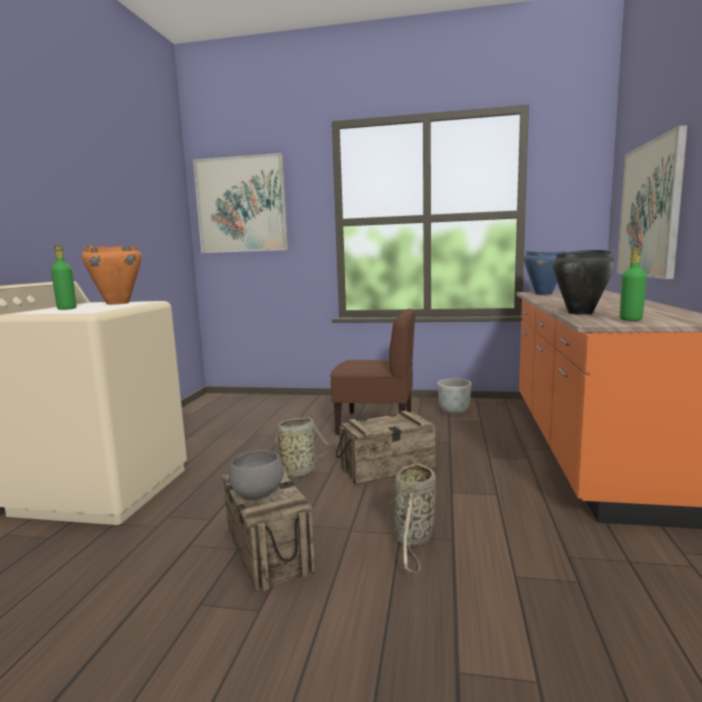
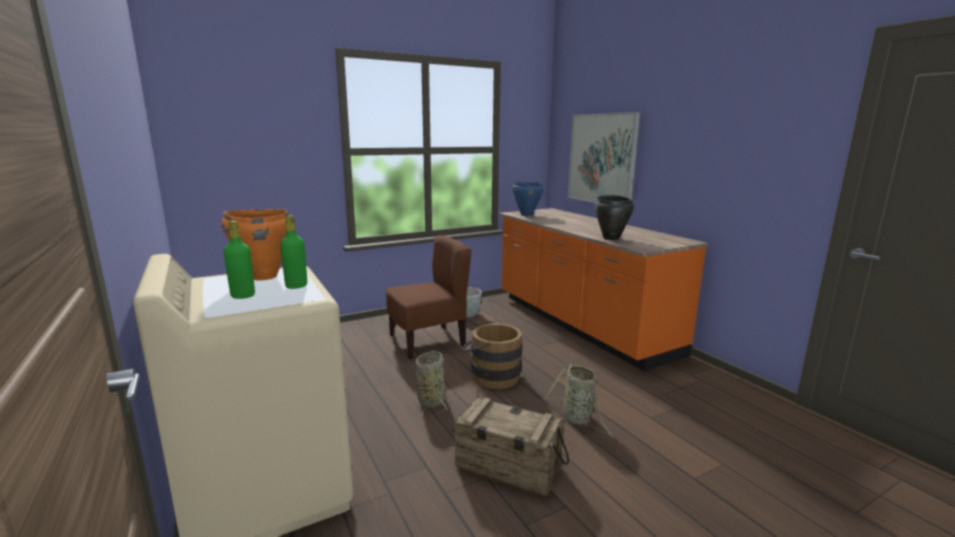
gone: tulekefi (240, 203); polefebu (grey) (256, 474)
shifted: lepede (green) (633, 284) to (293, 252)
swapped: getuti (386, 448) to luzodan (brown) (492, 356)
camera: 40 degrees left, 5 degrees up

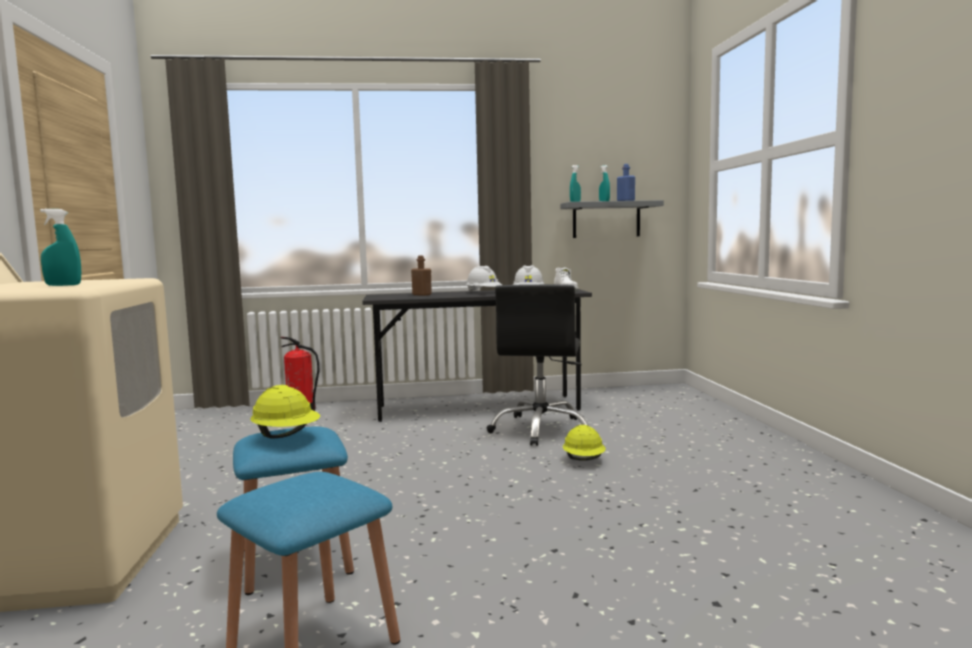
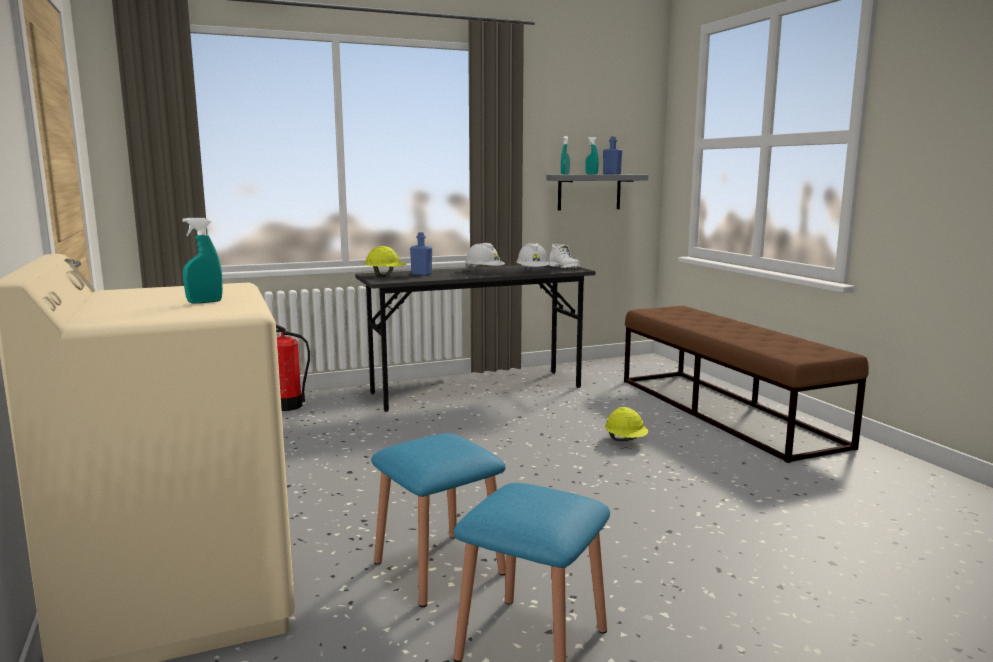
gone: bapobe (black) (537, 365)
new: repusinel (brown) (746, 384)
shifted: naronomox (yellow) (285, 411) to (385, 261)
repainted: lepede (brown) (421, 275) to lepede (blue) (421, 254)
camera: 15 degrees left, 5 degrees up

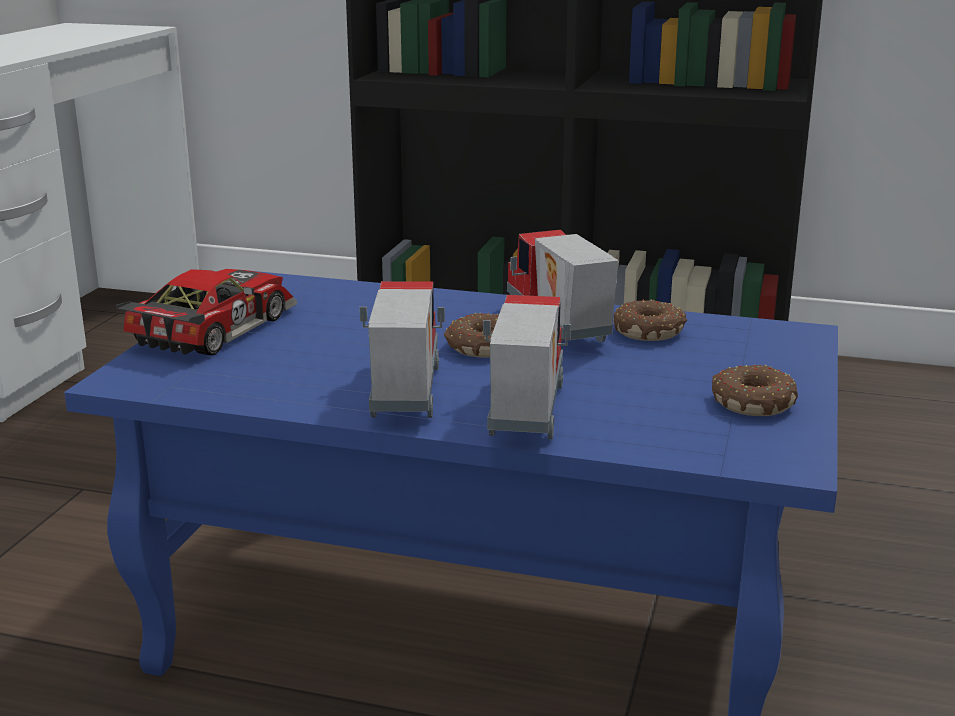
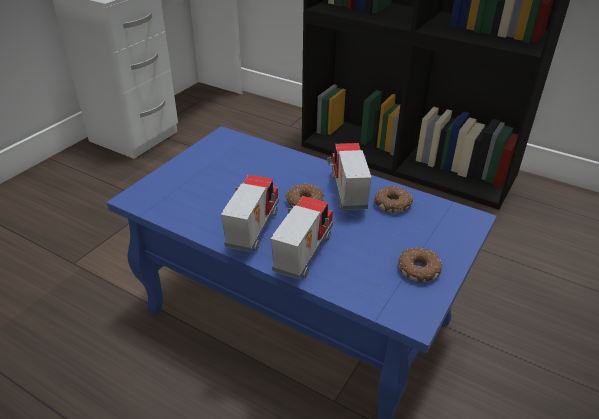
gone: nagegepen (206, 312)
camera: 15 degrees right, 15 degrees up

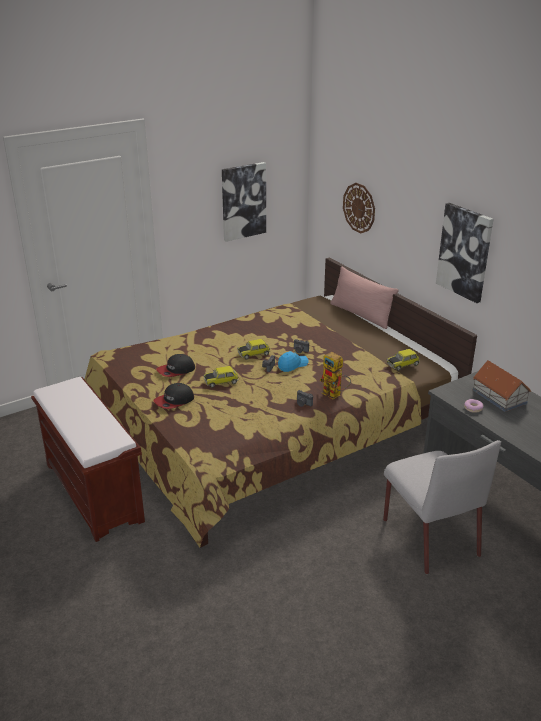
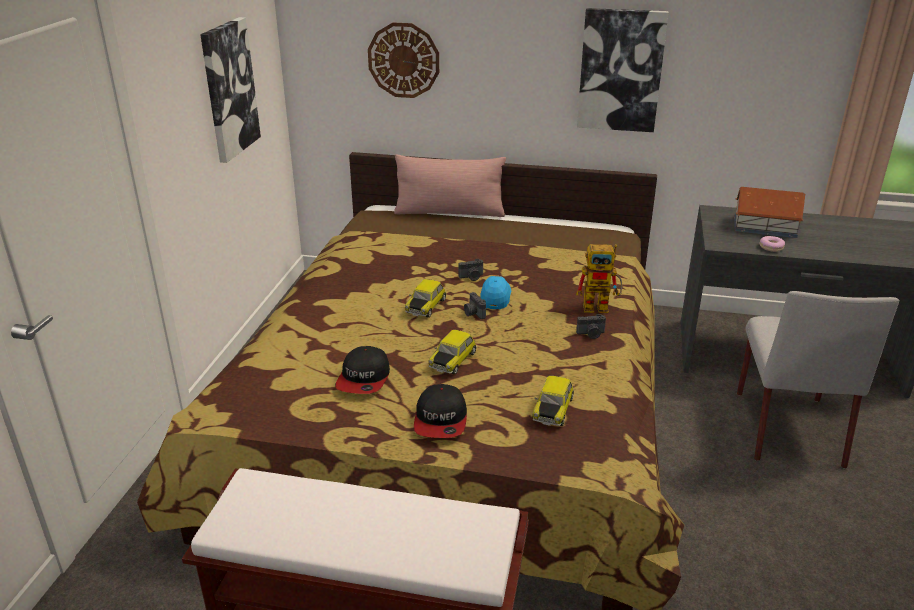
shifted: nagegepen (403, 360) to (553, 401)
rotated: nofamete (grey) (442, 507) = (818, 380) 75 degrees clockwise
camera: 45 degrees left, 0 degrees up

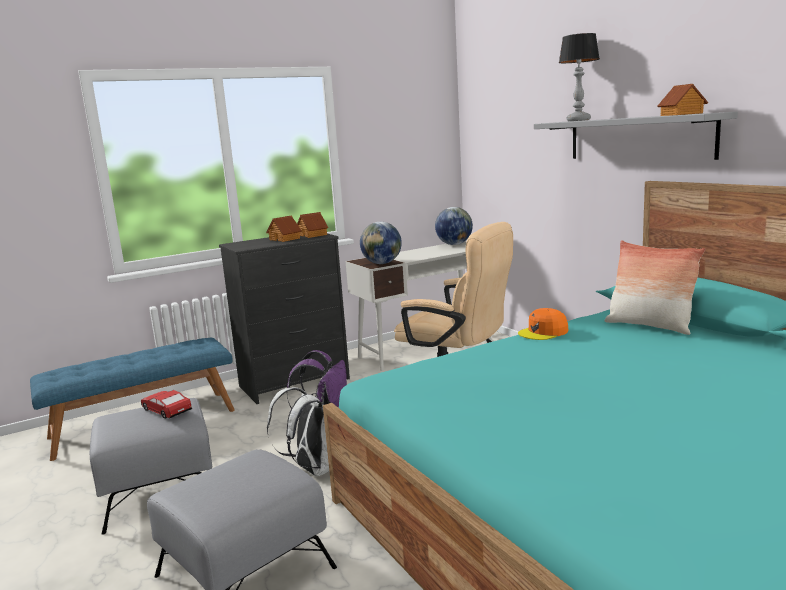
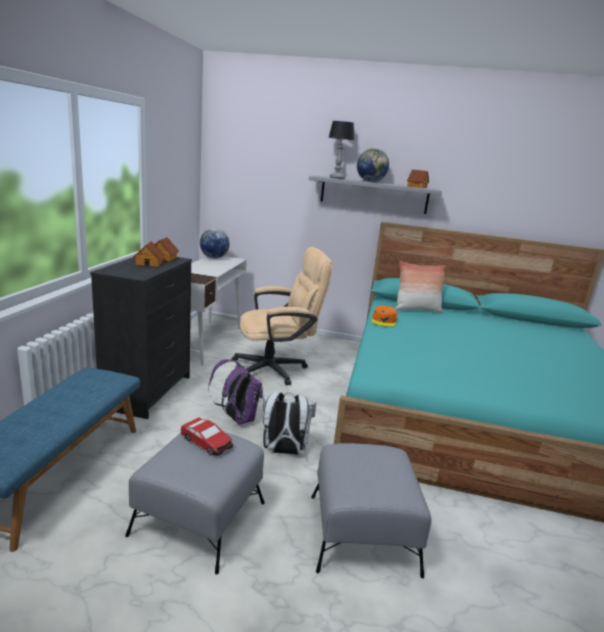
shifted: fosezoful (381, 243) to (373, 165)
rotated: nagegepen (166, 404) = (207, 436) 135 degrees counterclockwise
camera: 50 degrees left, 5 degrees up

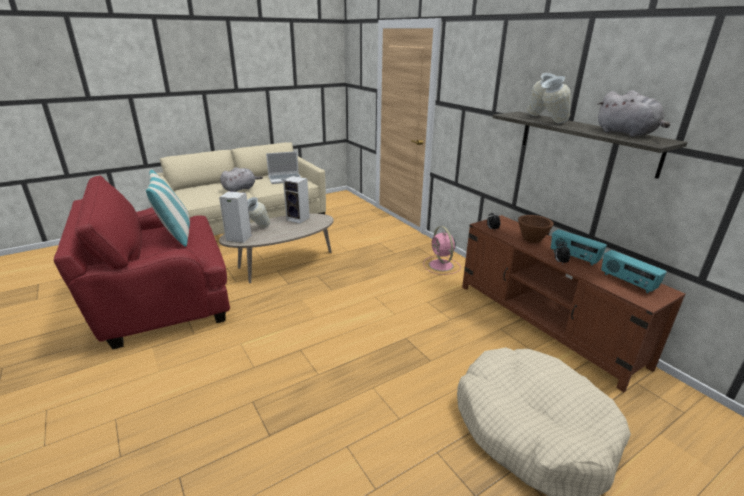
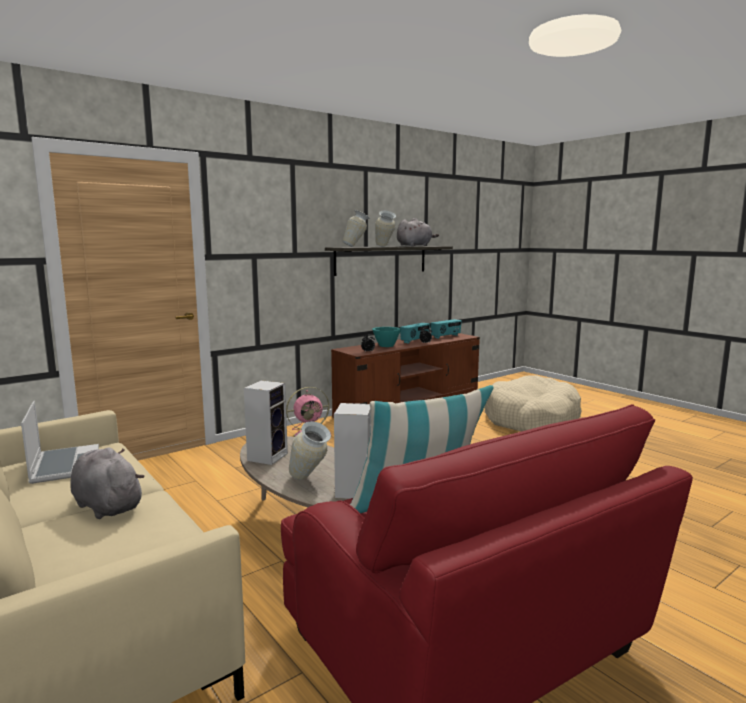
repainted: polefebu (brown) (536, 229) to polefebu (turquoise) (386, 337)
camera: 95 degrees left, 15 degrees down

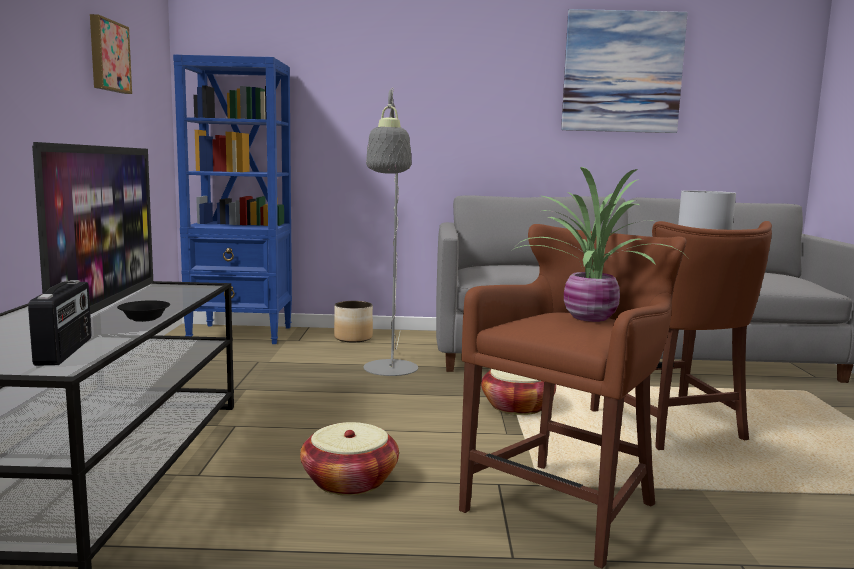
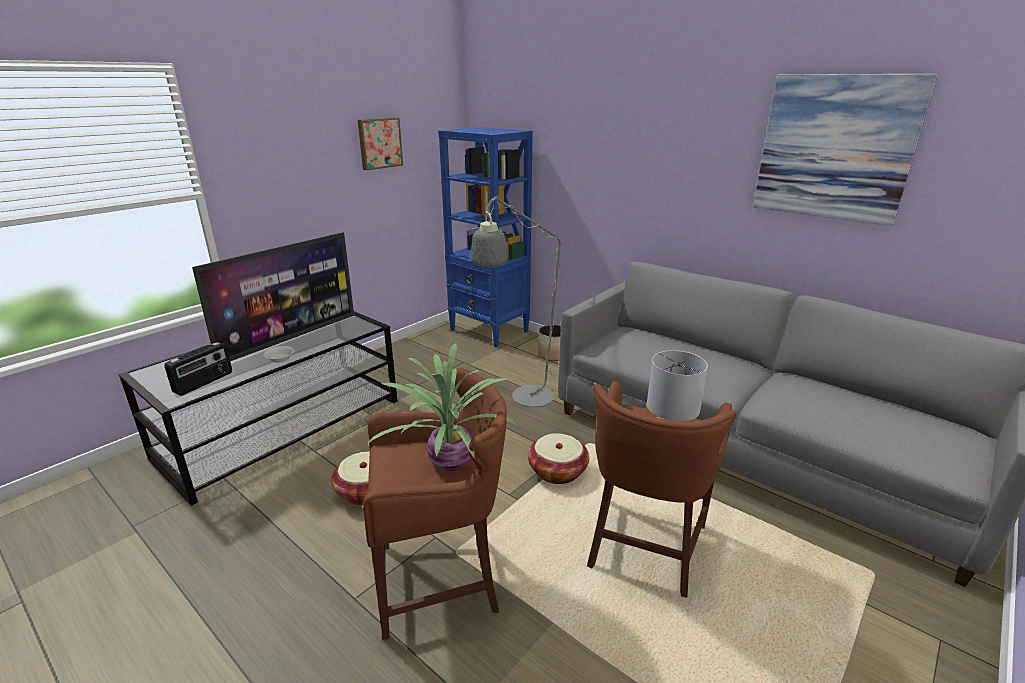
repainted: polefebu (black) (143, 311) to polefebu (white) (279, 354)
camera: 40 degrees right, 15 degrees up

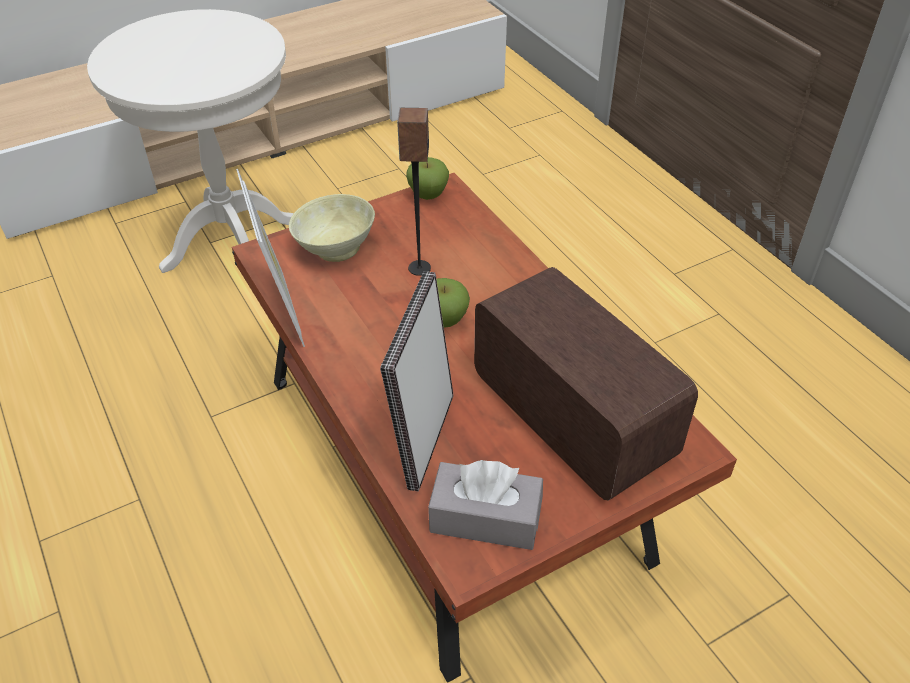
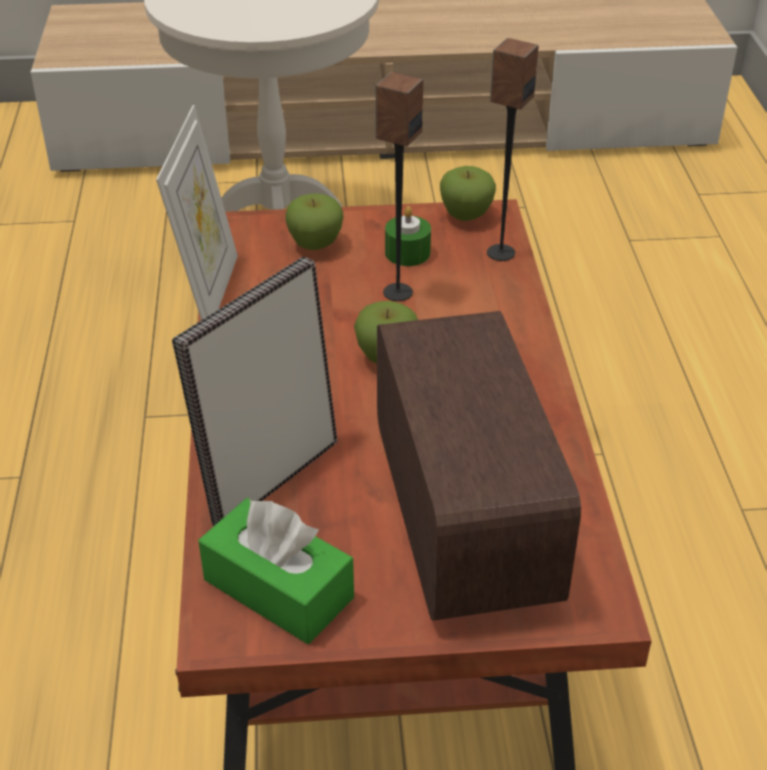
new: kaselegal (513, 149); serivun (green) (408, 236)
swapped: polefebu (beige) (332, 228) to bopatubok (314, 221)
repainted: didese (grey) (485, 505) to didese (green) (276, 571)
camera: 25 degrees right, 5 degrees down

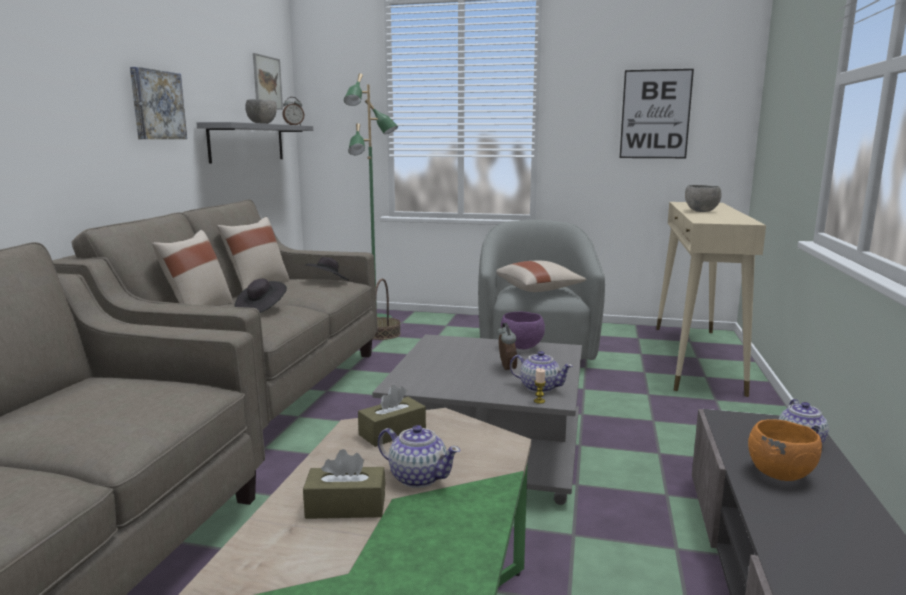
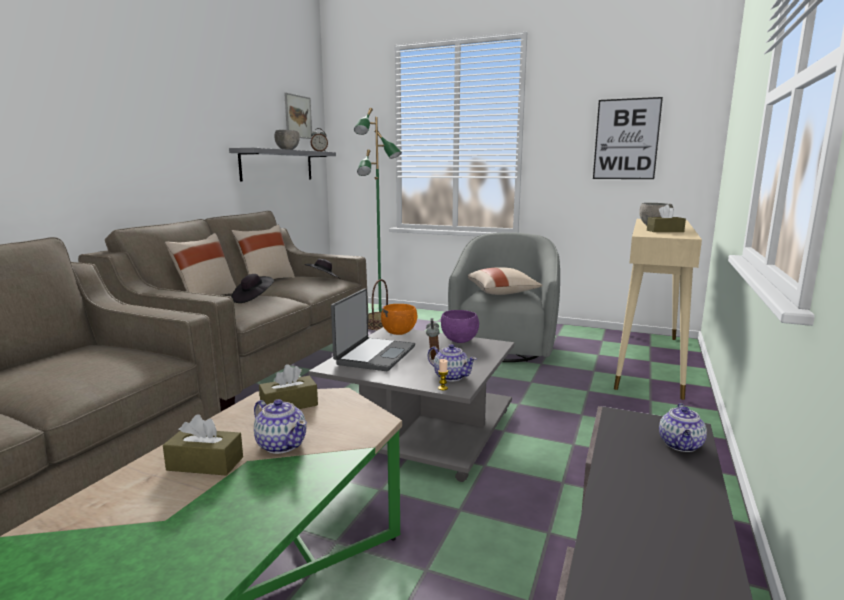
gone: tulekefi (158, 103)
new: didese (brown) (666, 218); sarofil (373, 329)
shifted: polefebu (orange) (785, 450) to (399, 319)
camera: 10 degrees right, 0 degrees up

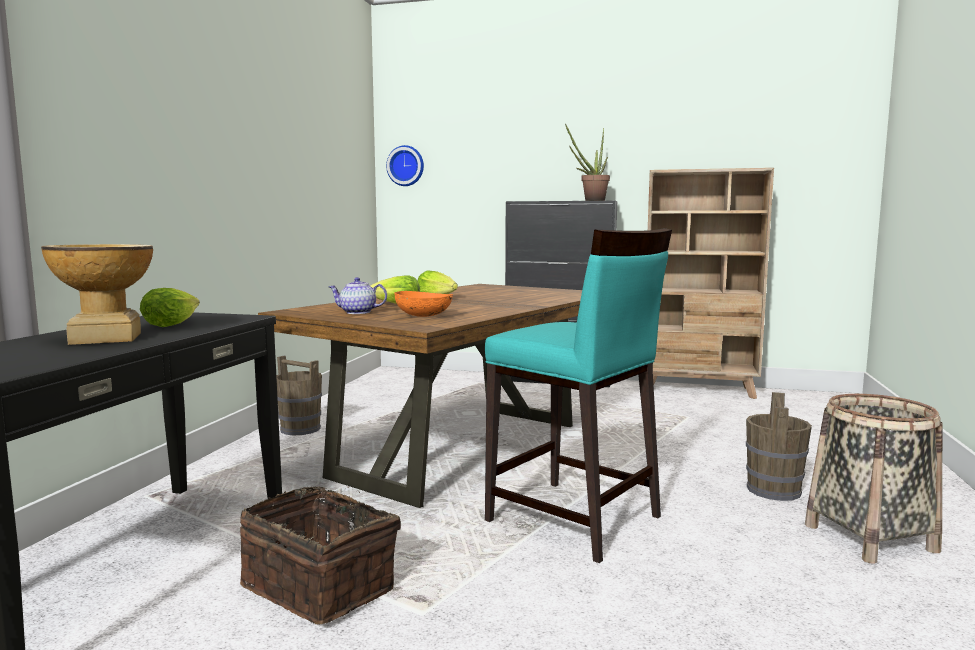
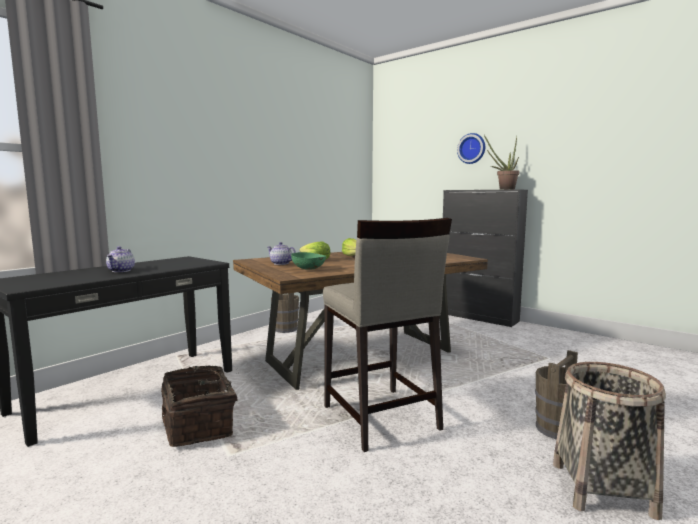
gone: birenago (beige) (711, 283); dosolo (170, 307)
shifted: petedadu (405, 165) to (471, 148)
swapped: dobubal (97, 294) to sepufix (120, 259)
repainted: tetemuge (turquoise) (578, 395) to tetemuge (beige) (387, 335); polefebu (orange) (424, 304) to polefebu (green) (308, 261)
camera: 25 degrees right, 0 degrees up

